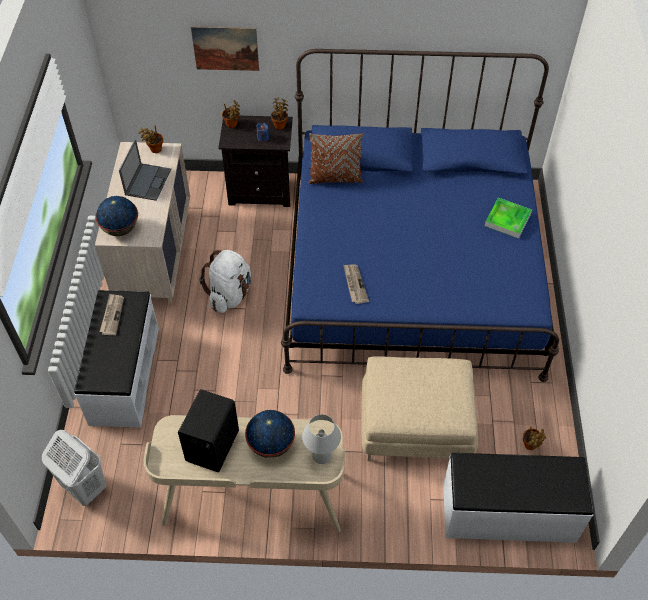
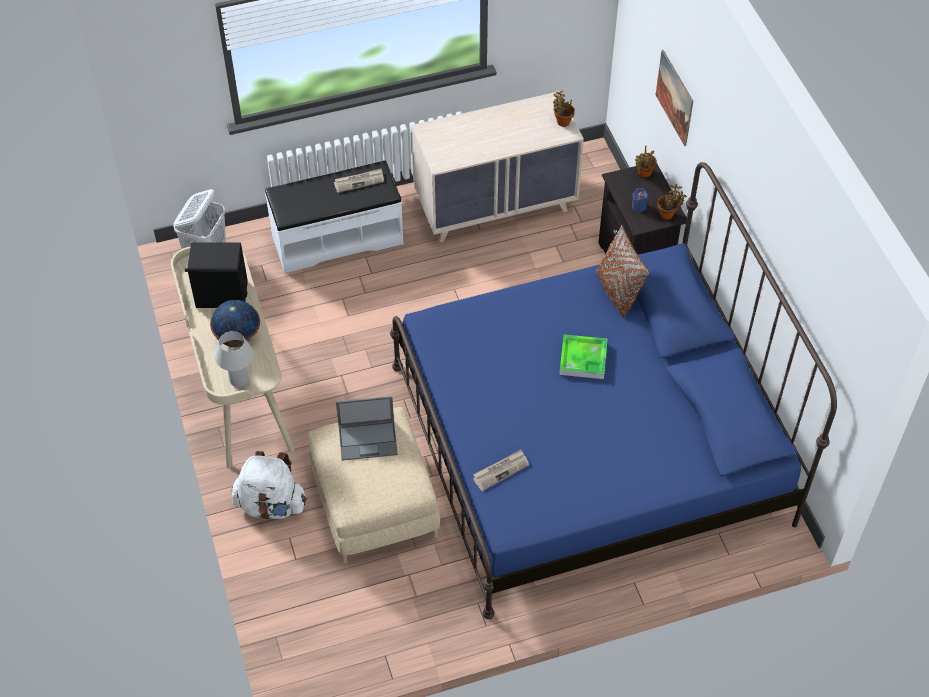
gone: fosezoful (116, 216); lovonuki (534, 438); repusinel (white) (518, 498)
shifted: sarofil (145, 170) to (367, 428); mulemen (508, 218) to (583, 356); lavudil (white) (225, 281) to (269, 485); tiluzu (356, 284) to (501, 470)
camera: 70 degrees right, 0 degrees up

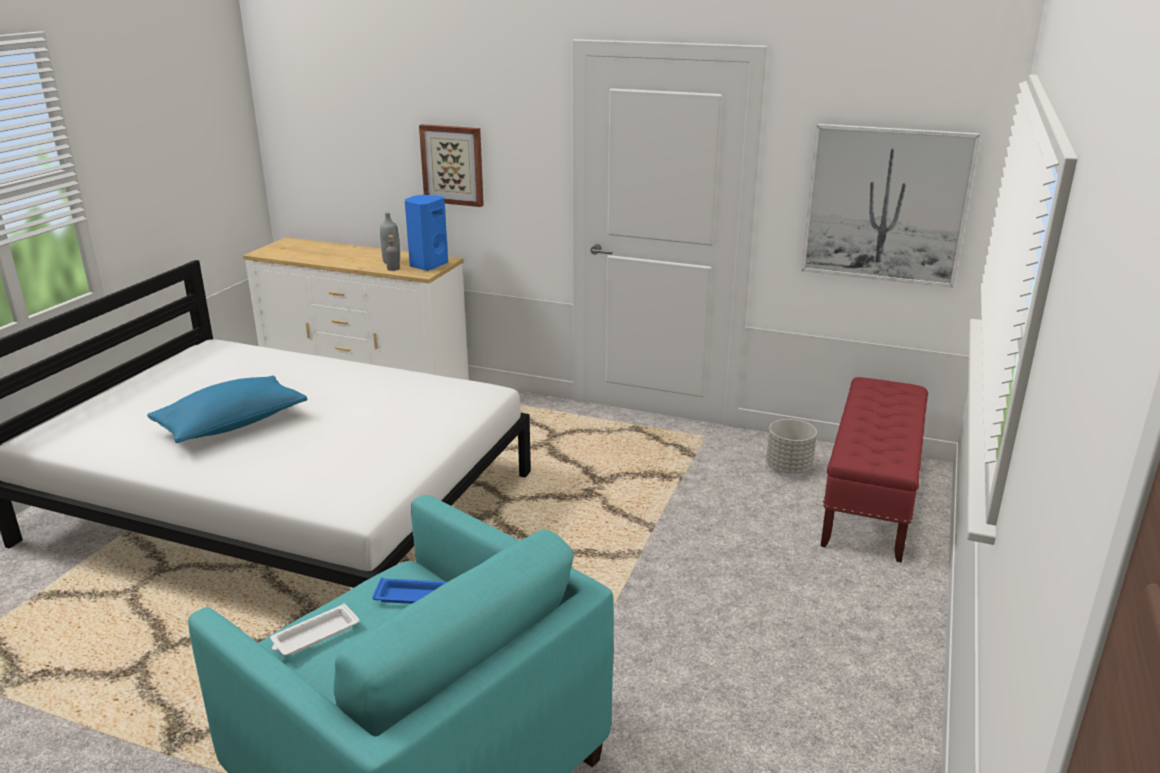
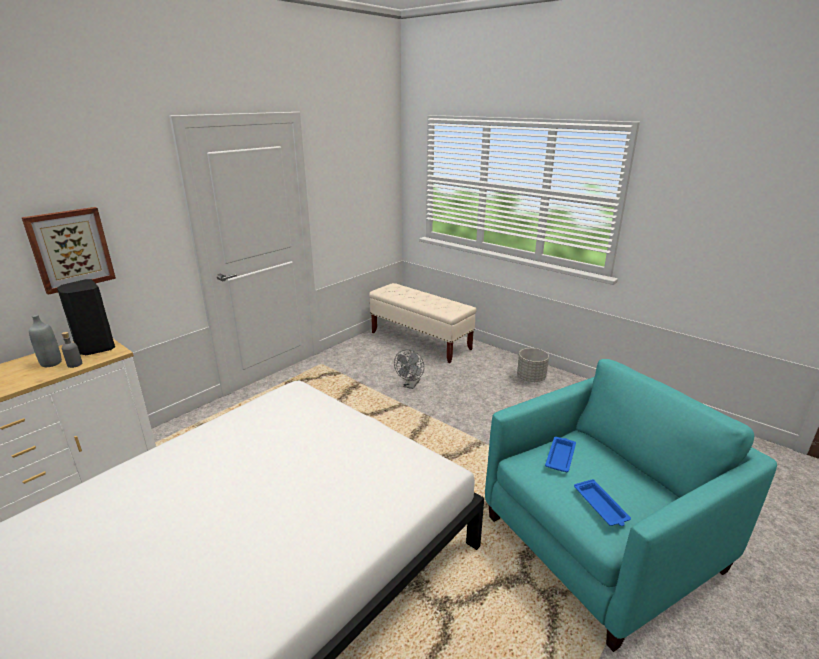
gone: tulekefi (891, 206); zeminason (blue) (227, 409)
new: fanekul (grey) (409, 369)
shifted: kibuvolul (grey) (791, 446) to (533, 365)
repainted: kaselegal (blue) (426, 233) to kaselegal (black) (86, 317); repusinel (red) (874, 470) to repusinel (beige) (422, 323); mulemen (white) (315, 629) to mulemen (blue) (602, 502)
camera: 70 degrees left, 0 degrees up

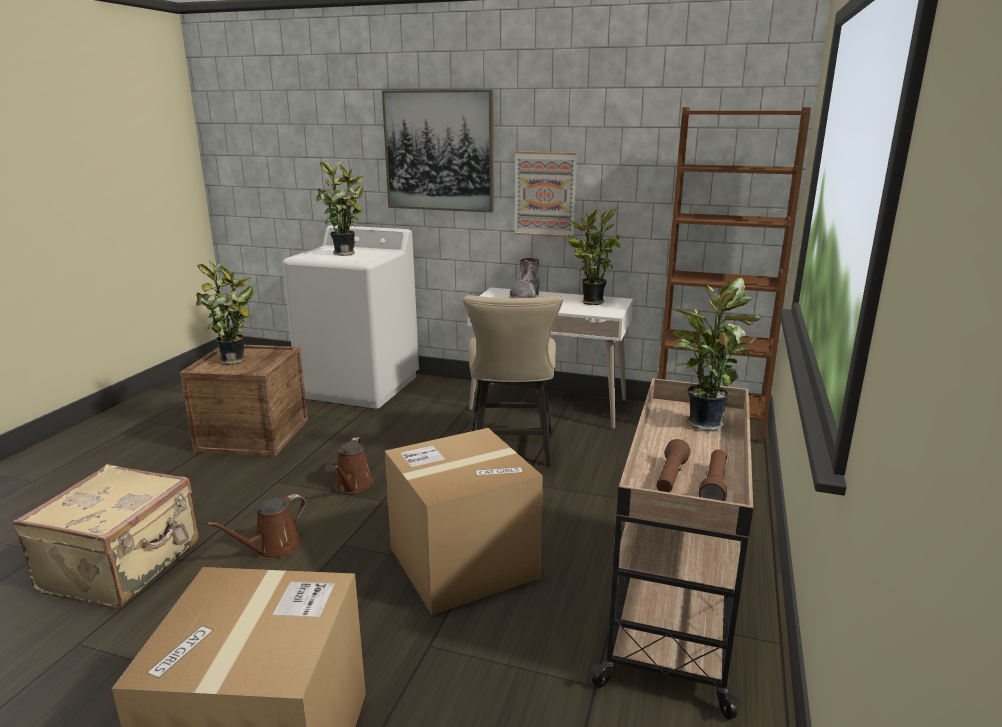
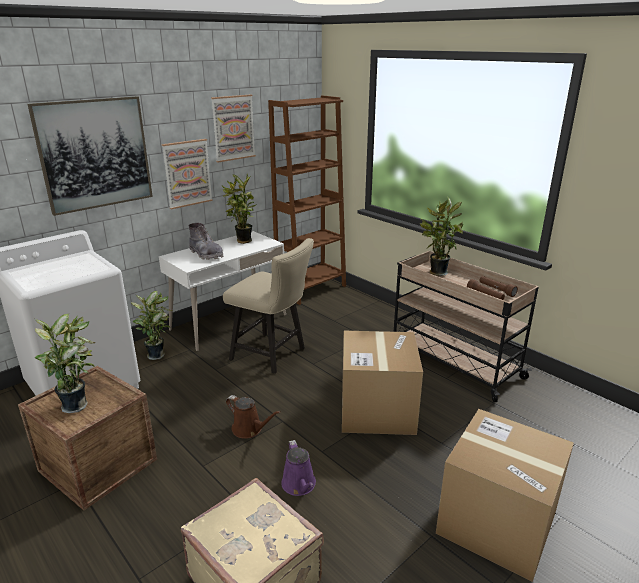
new: tulekefi (233, 128)
shifted: lovonuki (340, 208) to (151, 325)
repainted: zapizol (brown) (256, 526) to zapizol (purple) (298, 468)
camera: 60 degrees left, 5 degrees up

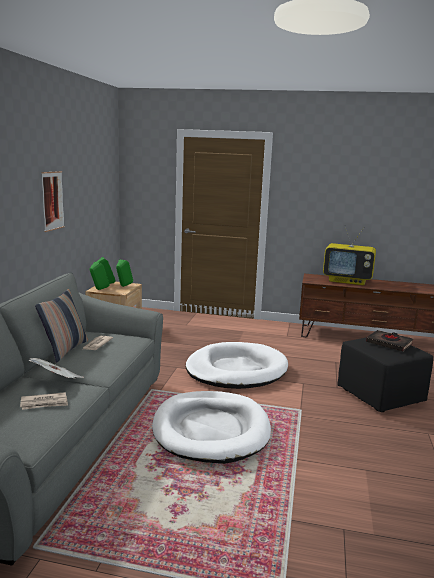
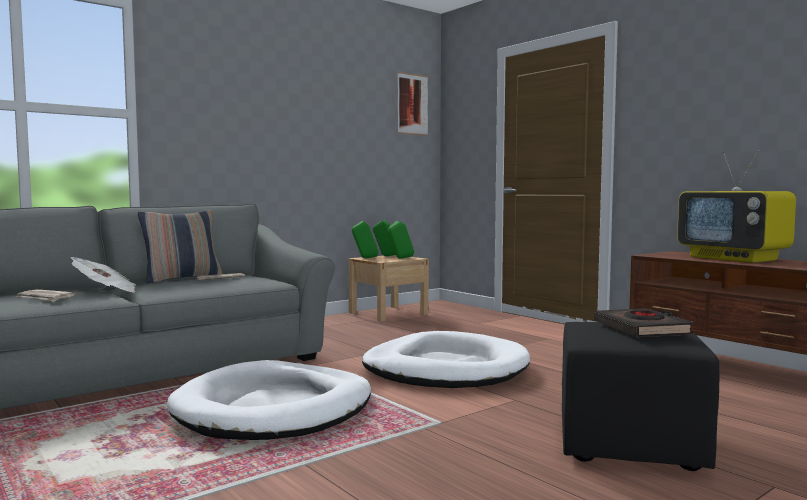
shifted: tulekefi (52, 201) to (412, 103)
camera: 40 degrees right, 10 degrees down

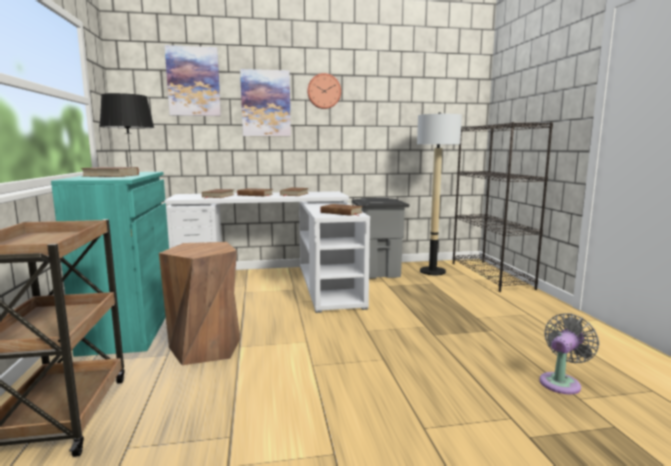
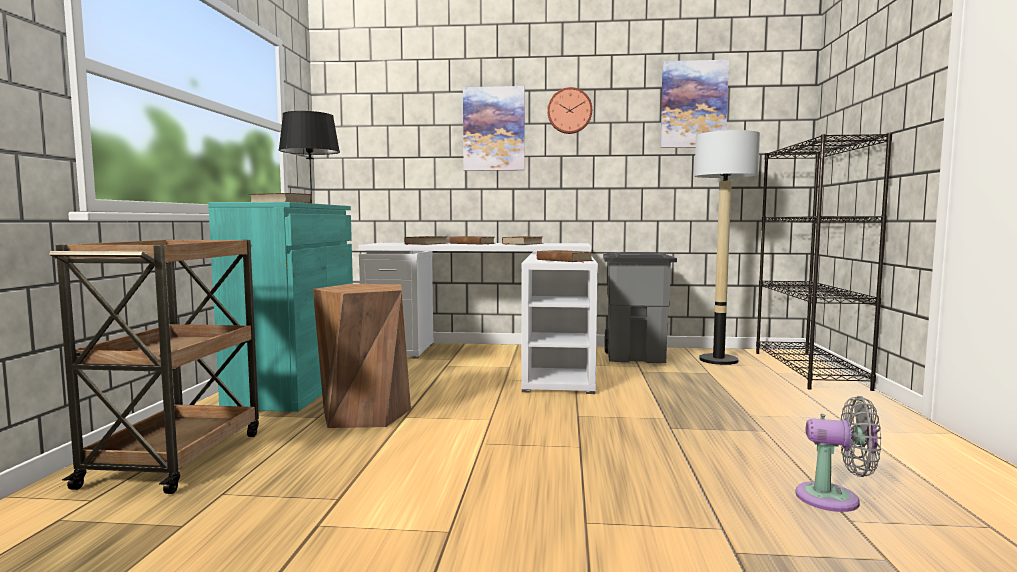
shifted: tulekefi (193, 80) to (694, 104)
rotated: fanekul (grey) (569, 354) = (838, 454) 45 degrees clockwise
camera: 15 degrees right, 5 degrees down

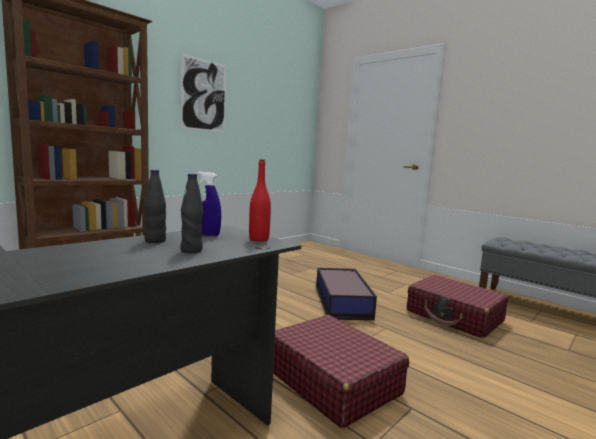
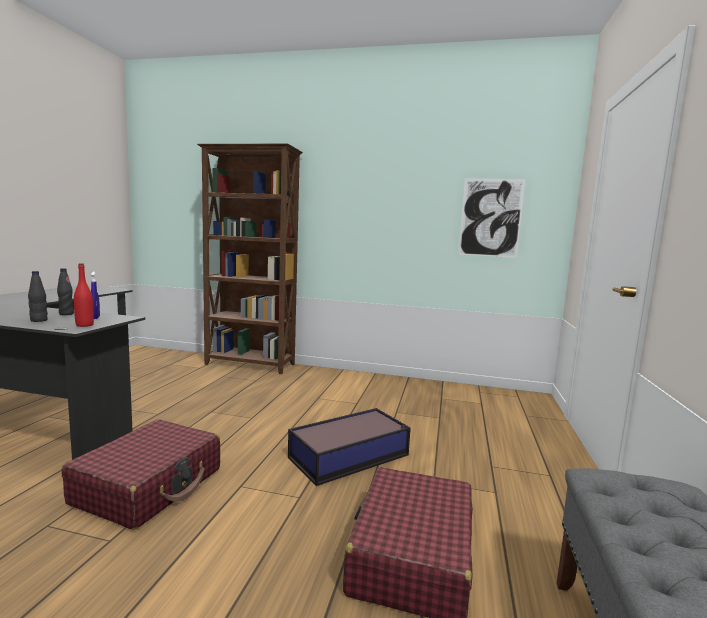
shifted: tulekefi (203, 92) to (491, 218)
camera: 60 degrees right, 0 degrees up

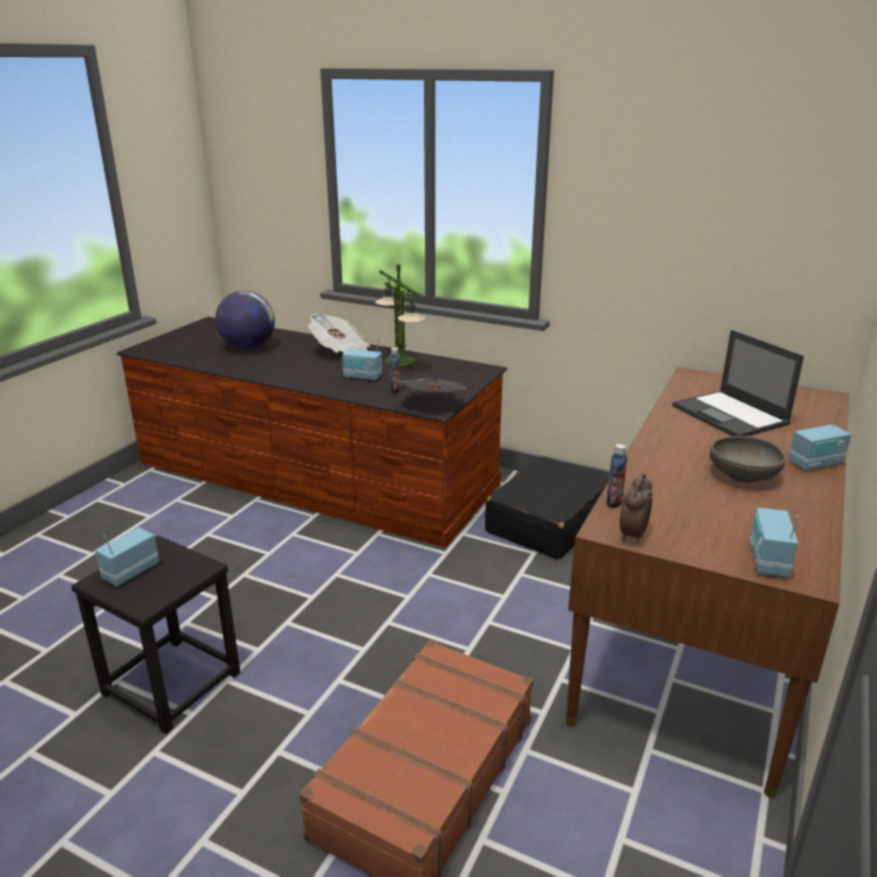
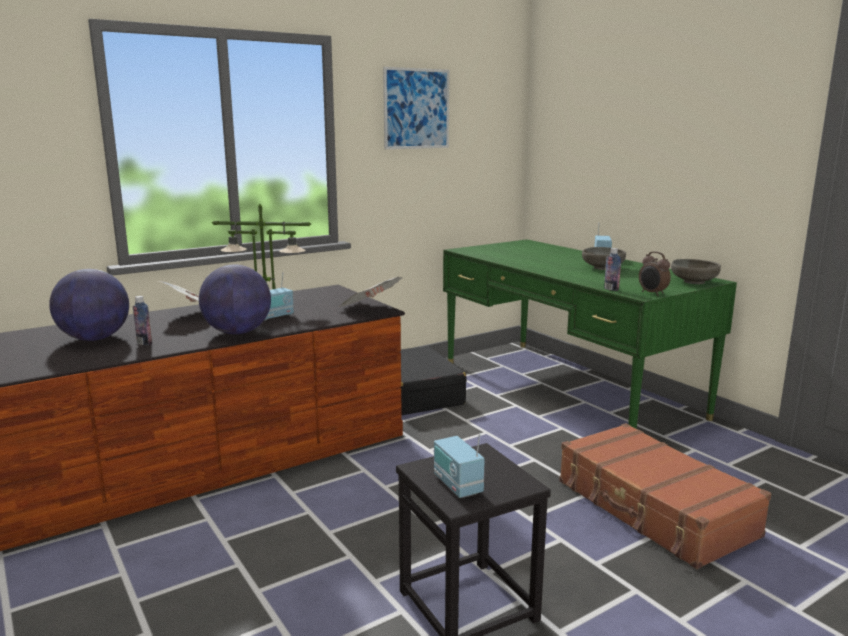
gone: sarofil (738, 383)
new: tulekefi (416, 108); fosezoful (235, 299)
shifted: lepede (395, 370) to (142, 320)
swapped: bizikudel (774, 542) to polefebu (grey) (696, 271)
repainted: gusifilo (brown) (707, 582) to gusifilo (green) (590, 334)
camera: 60 degrees left, 10 degrees down

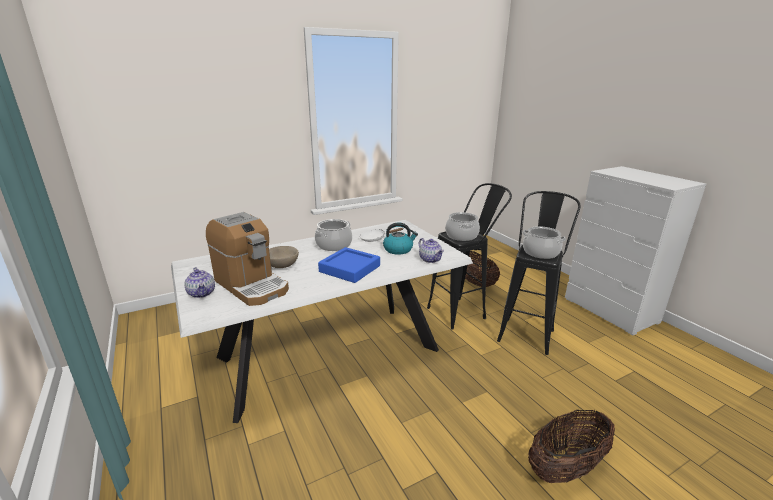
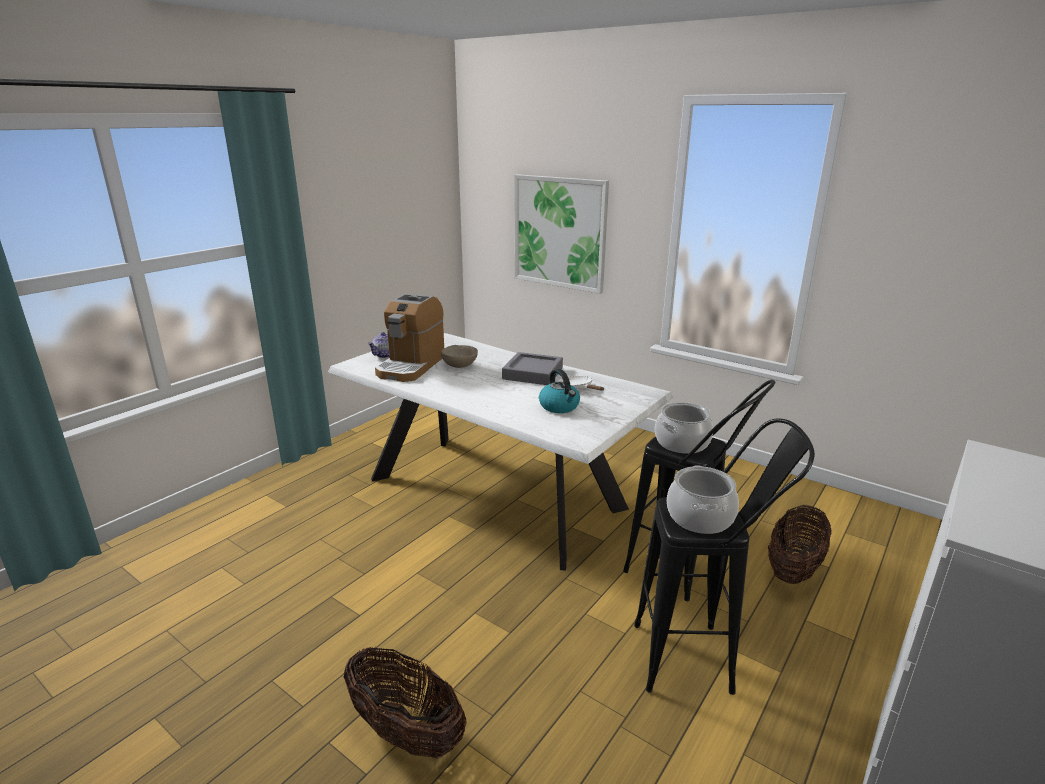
gone: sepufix (431, 250); mulemen (blue) (349, 265)
new: tulekefi (561, 234)
swapped: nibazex (333, 235) to mulemen (grey) (532, 368)
camera: 65 degrees right, 0 degrees up

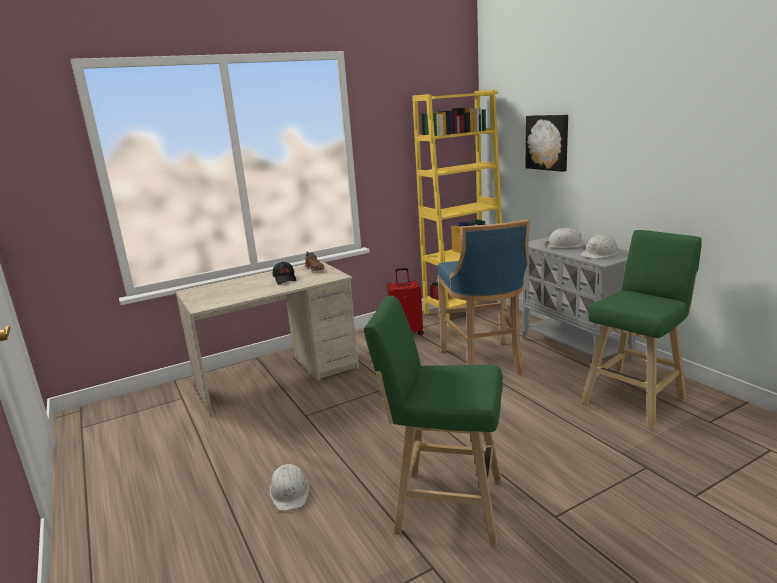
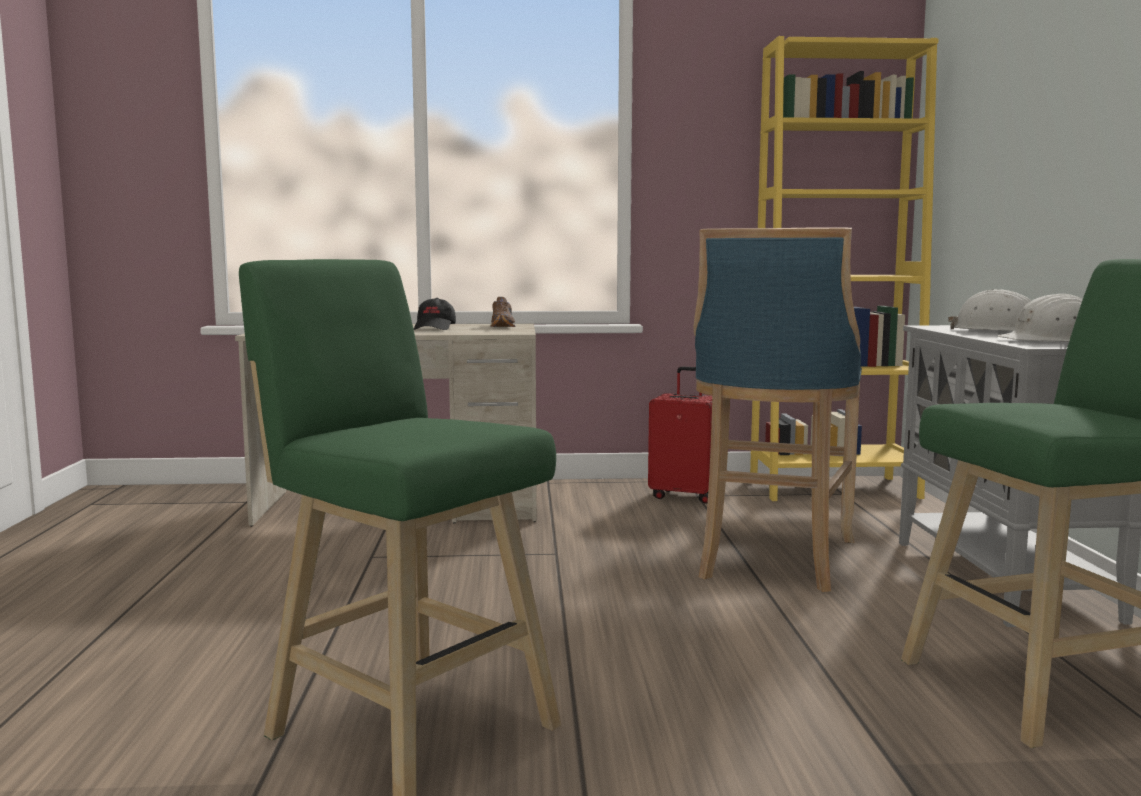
gone: tulekefi (547, 143); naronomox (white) (289, 487)
camera: 25 degrees right, 10 degrees down

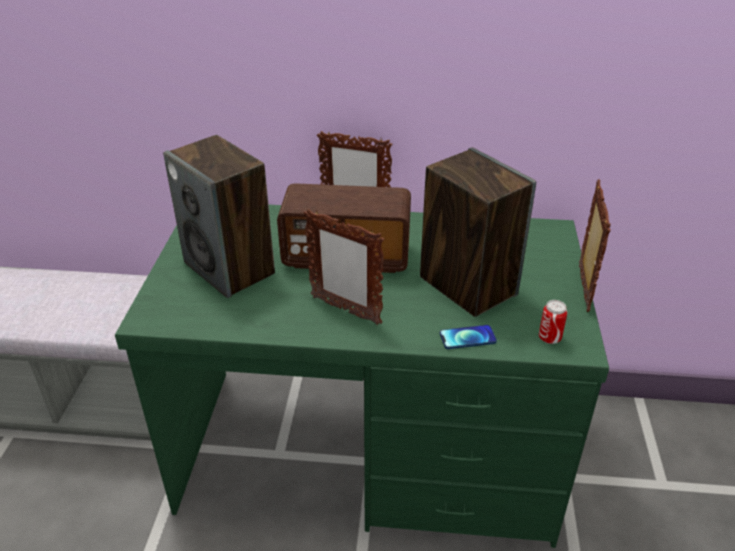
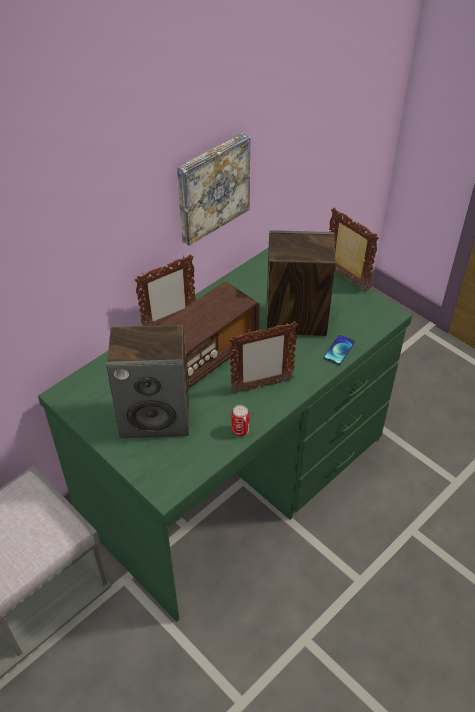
new: tulekefi (213, 189)
shifted: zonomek (553, 322) to (240, 420)
camera: 50 degrees left, 10 degrees up

